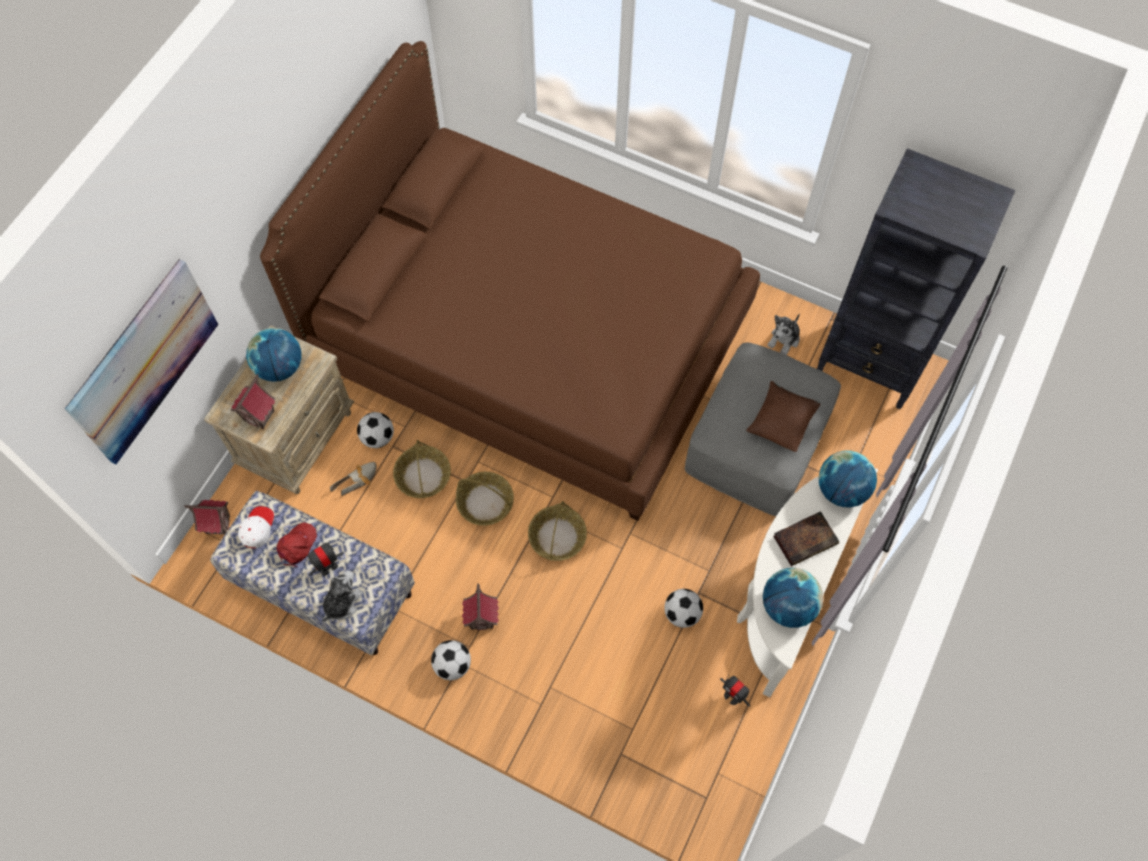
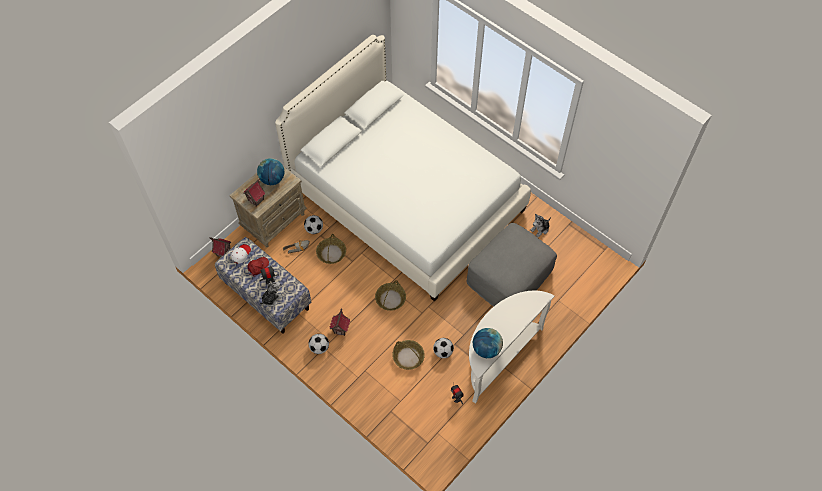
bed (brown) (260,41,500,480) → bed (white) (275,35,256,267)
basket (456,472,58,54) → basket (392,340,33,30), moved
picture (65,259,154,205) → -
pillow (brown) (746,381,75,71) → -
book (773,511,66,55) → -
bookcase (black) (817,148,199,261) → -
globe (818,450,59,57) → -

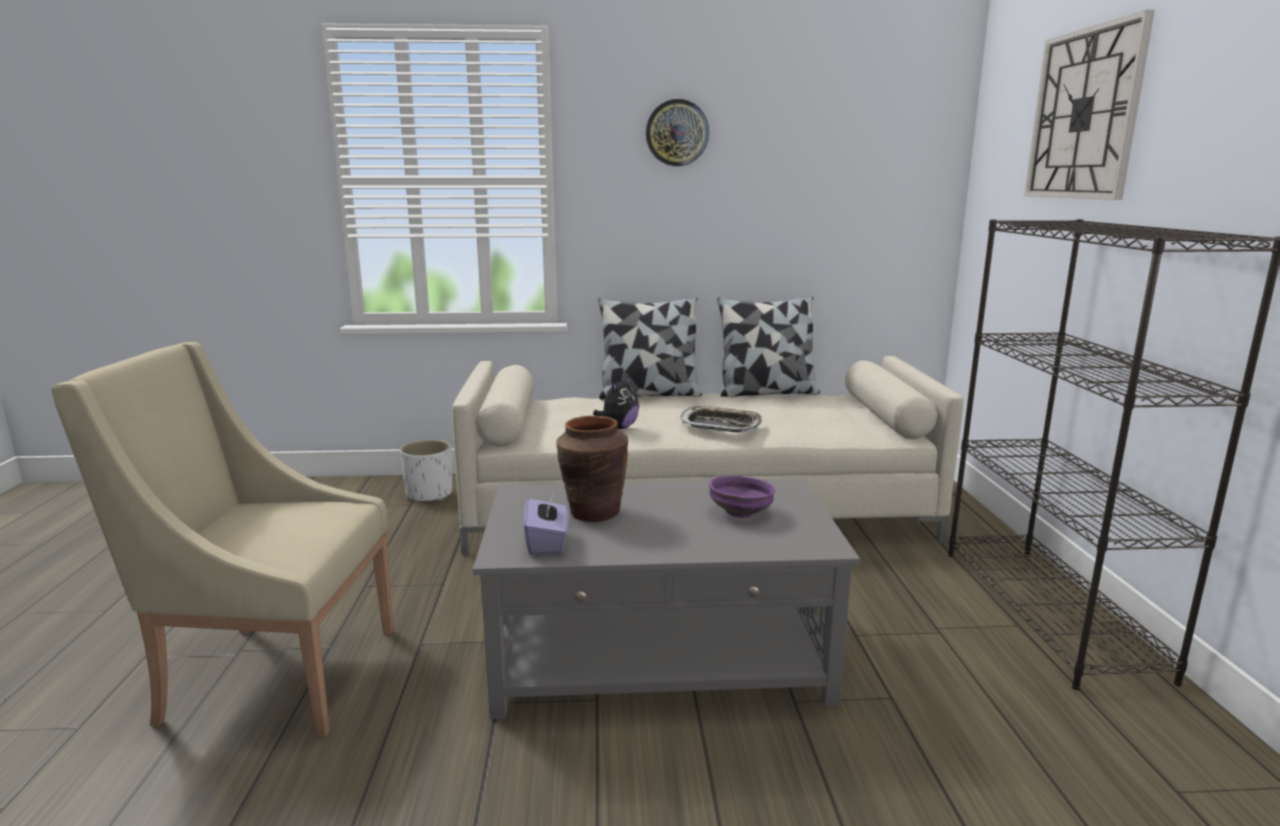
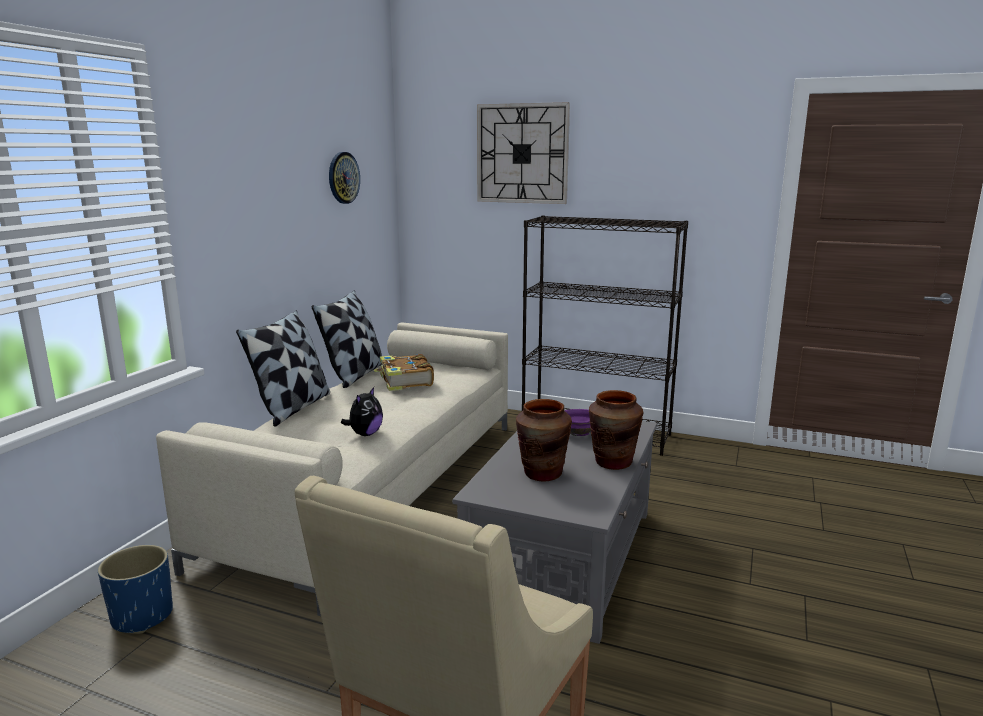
planter (white) (400,440,52,62) → planter (blue) (98,545,75,89)
wall clock (646,99,63,67) → wall clock (329,152,31,52), moved
plush toy (593,376,46,53) → plush toy (341,387,42,49), 60 degrees clockwise
- → book (374,354,60,37)
- → vase (brown) (588,390,56,80)
tissue box (purple) (523,494,46,61) → -
tray (680,406,82,26) → -

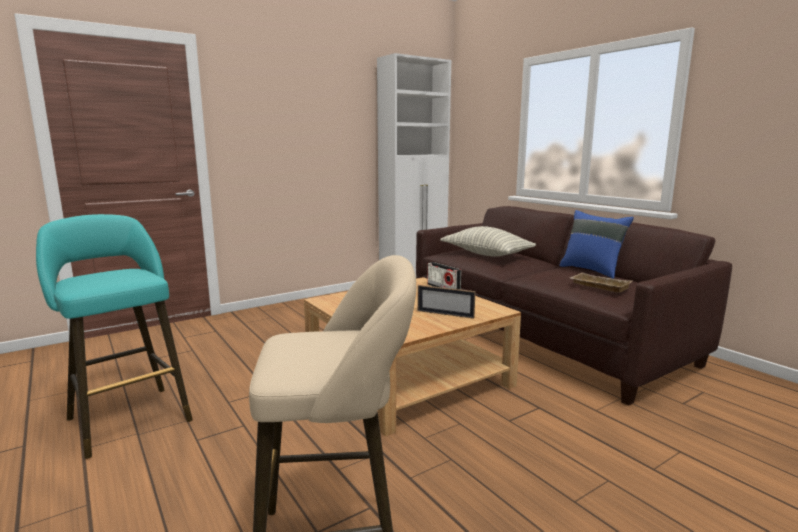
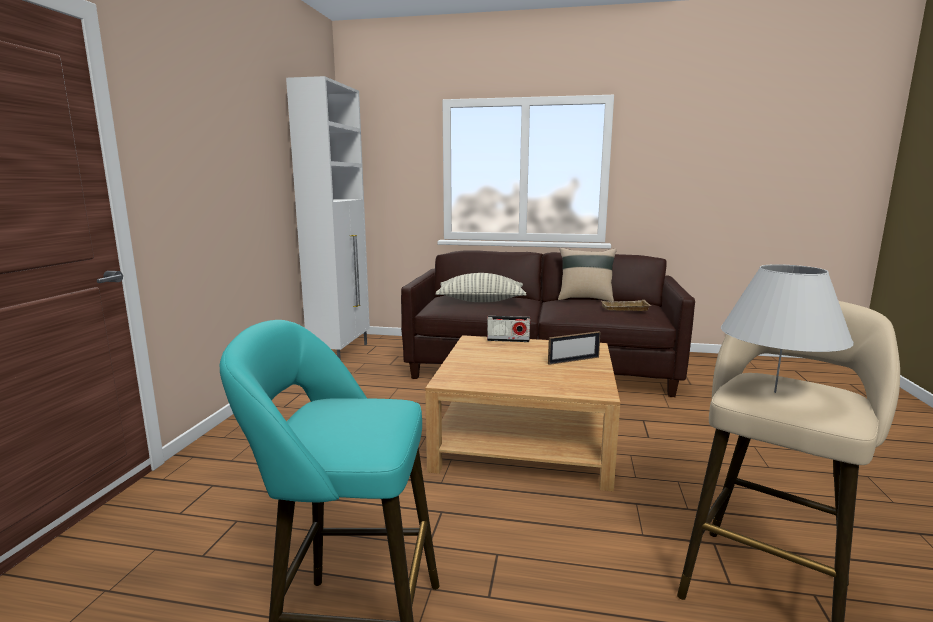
pillow (blue) (559,210,75,69) → pillow (beige) (558,248,58,54)
- → table lamp (white) (721,264,133,129)

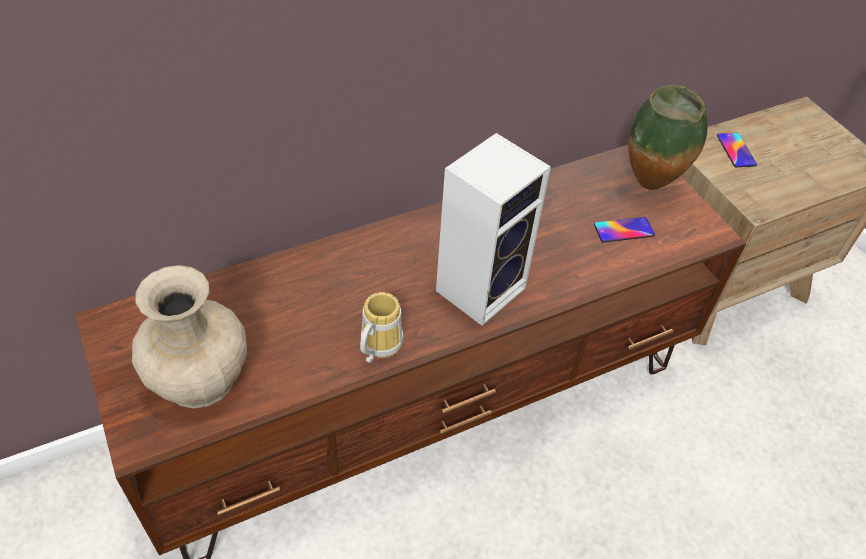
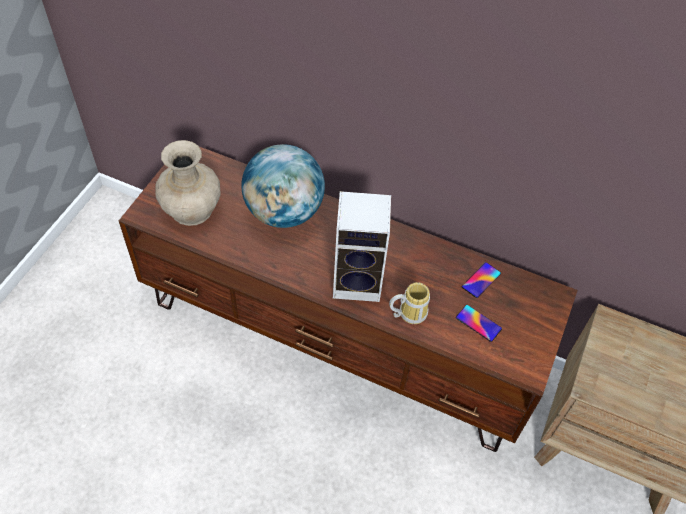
- → globe (241,144,84,84)
mug (360,292,44,71) → mug (389,282,41,42), moved
phone (717,133,40,34) → phone (462,262,39,36), moved
vase (628,85,80,105) → -

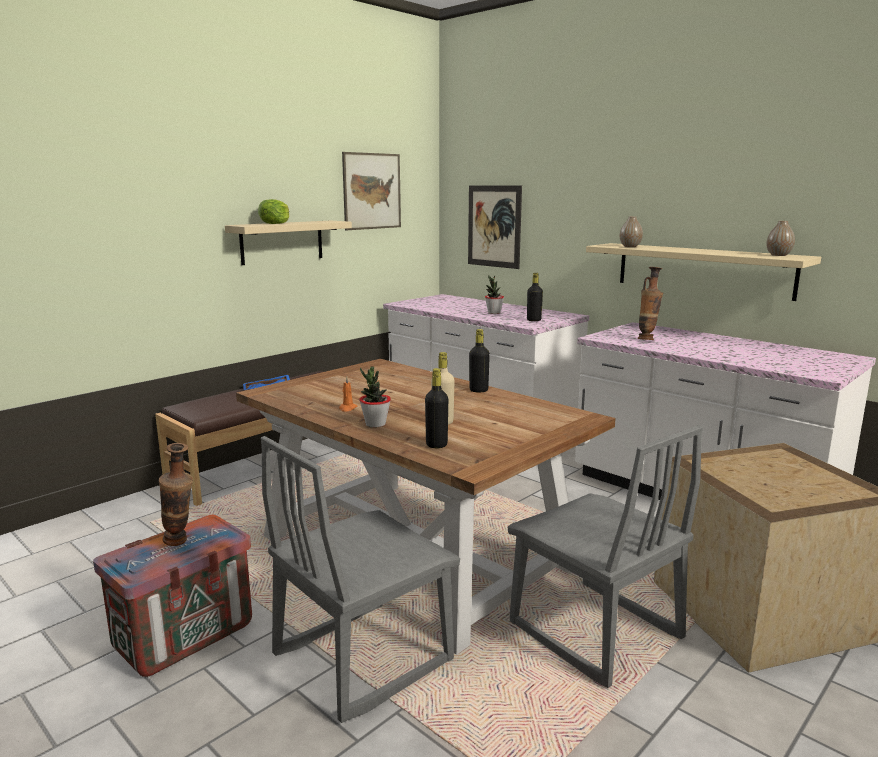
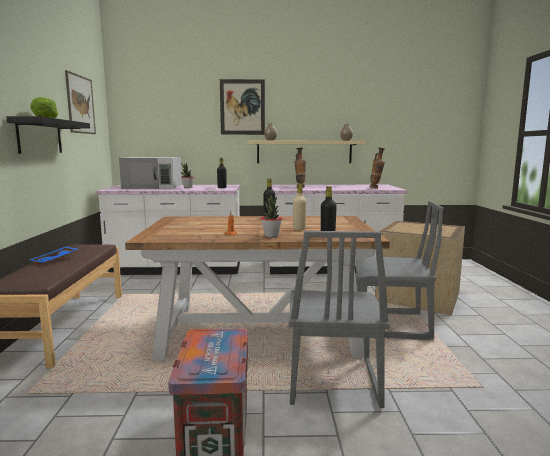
shelf (beige) (225,221,127,44) → shelf (black) (6,116,84,38)
- → microwave (white) (119,157,63,32)
picture (468,185,54,84) → picture (220,79,45,56), moved
vase (159,443,34,103) → vase (370,148,15,40), moved

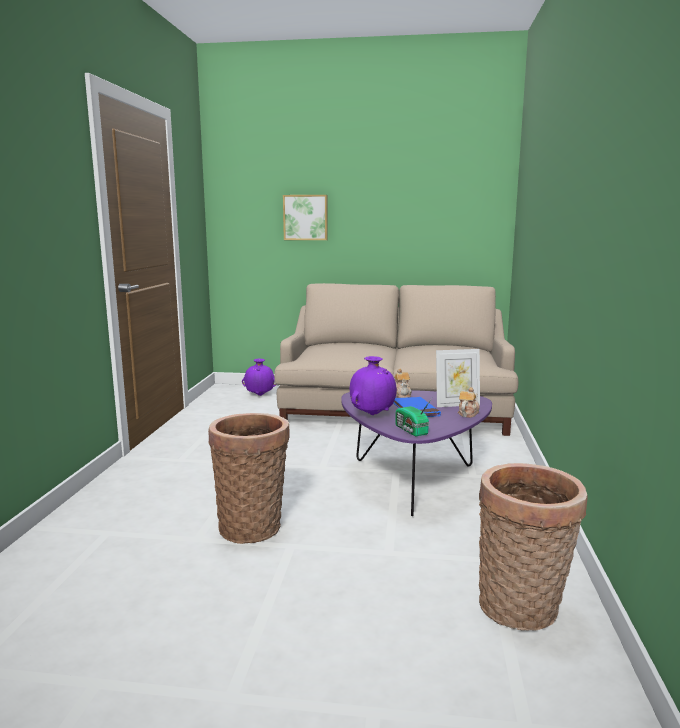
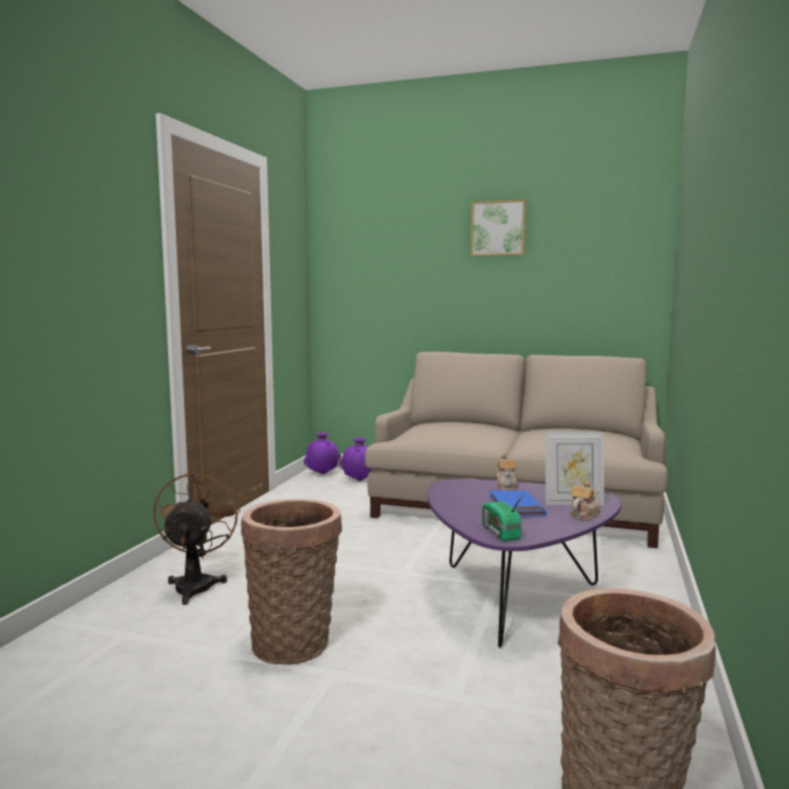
- → fan (brown) (153,471,87,134)
vase (purple) (350,356,47,59) → vase (purple) (304,433,36,41), moved
picture (283,195,45,45) → picture (471,199,55,57), moved

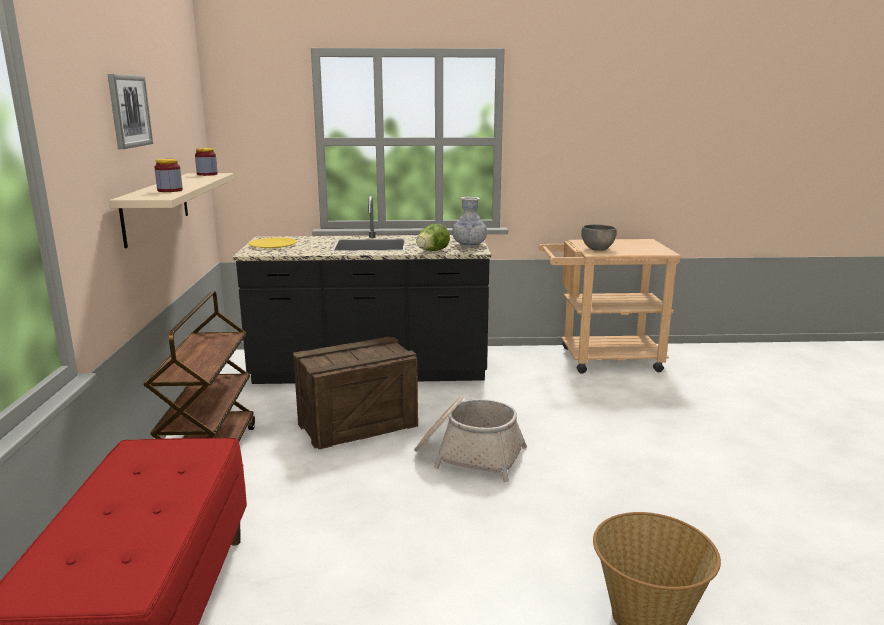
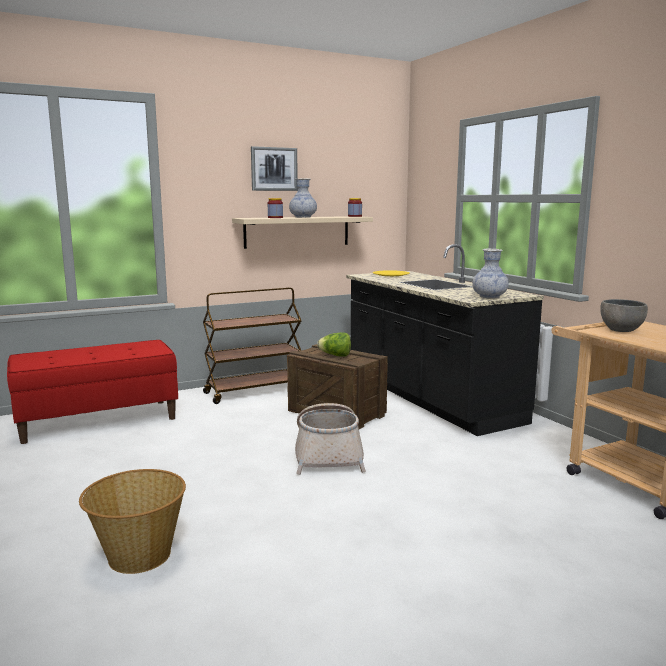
- → vase (289,179,28,39)
lettuce (416,224,34,27) → lettuce (317,332,34,24), moved

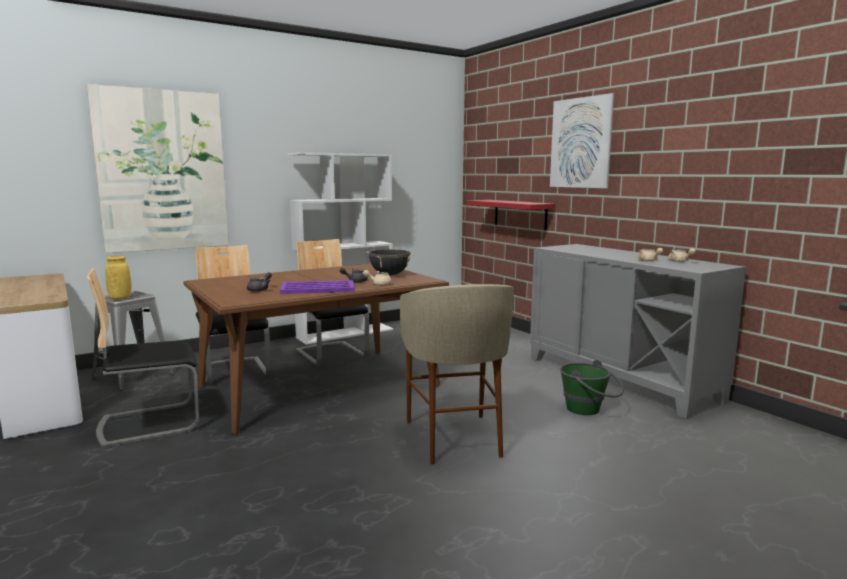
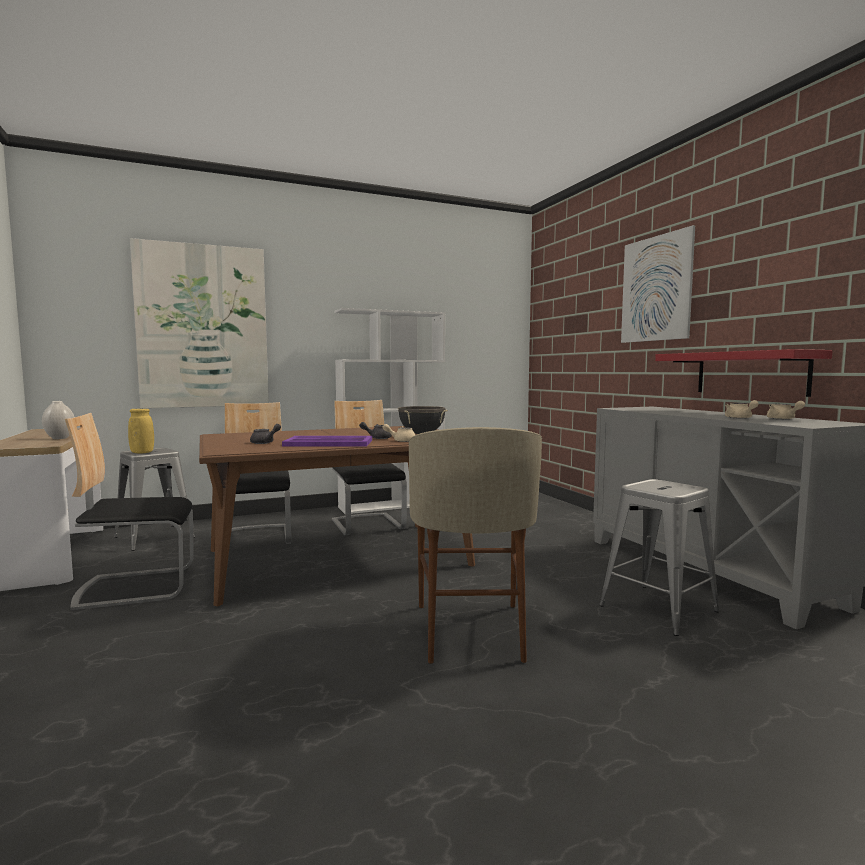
- → vase (white) (42,401,32,38)
bucket (green) (560,360,64,55) → stool (grey) (599,479,121,157)
shelf (red) (467,200,88,31) → shelf (red) (655,349,178,48), moved

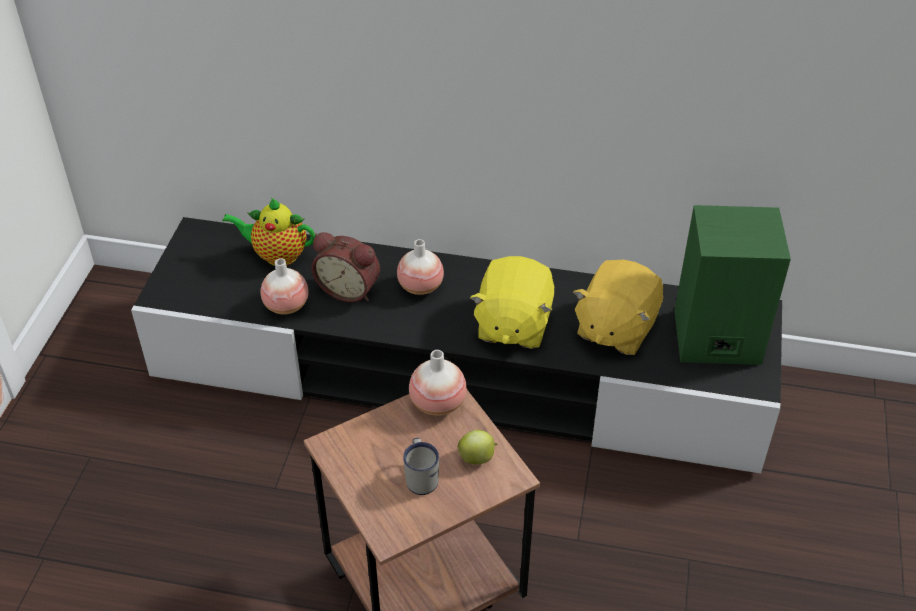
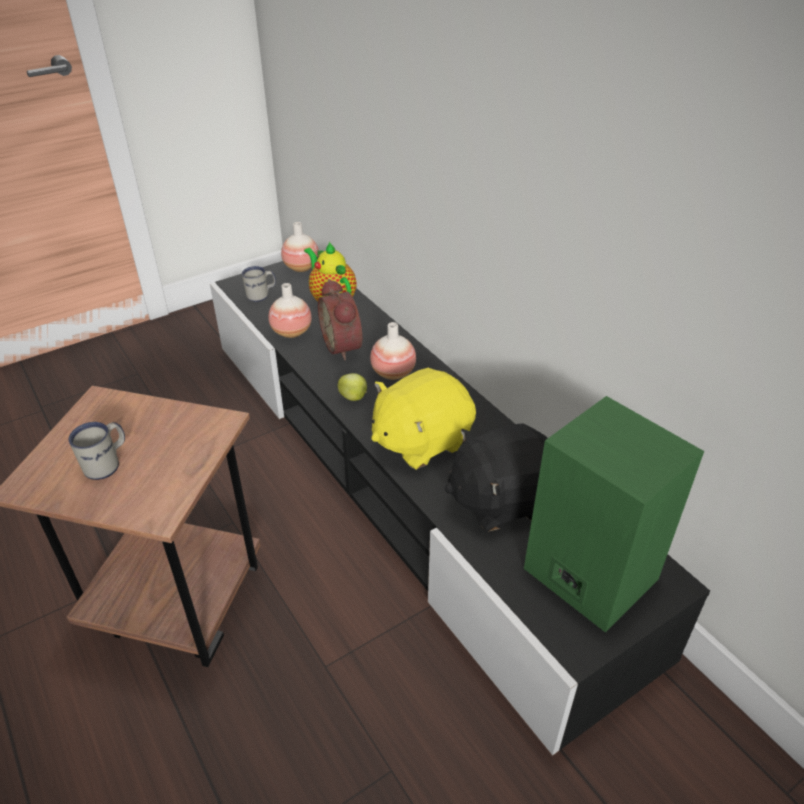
- → mug (white) (242,266,34,36)
vase (409,350,58,66) → vase (281,222,38,50), moved
apple (458,430,39,34) → apple (337,373,30,28), moved
plush toy (yellow) (573,260,90,95) → plush toy (black) (445,423,103,109)

